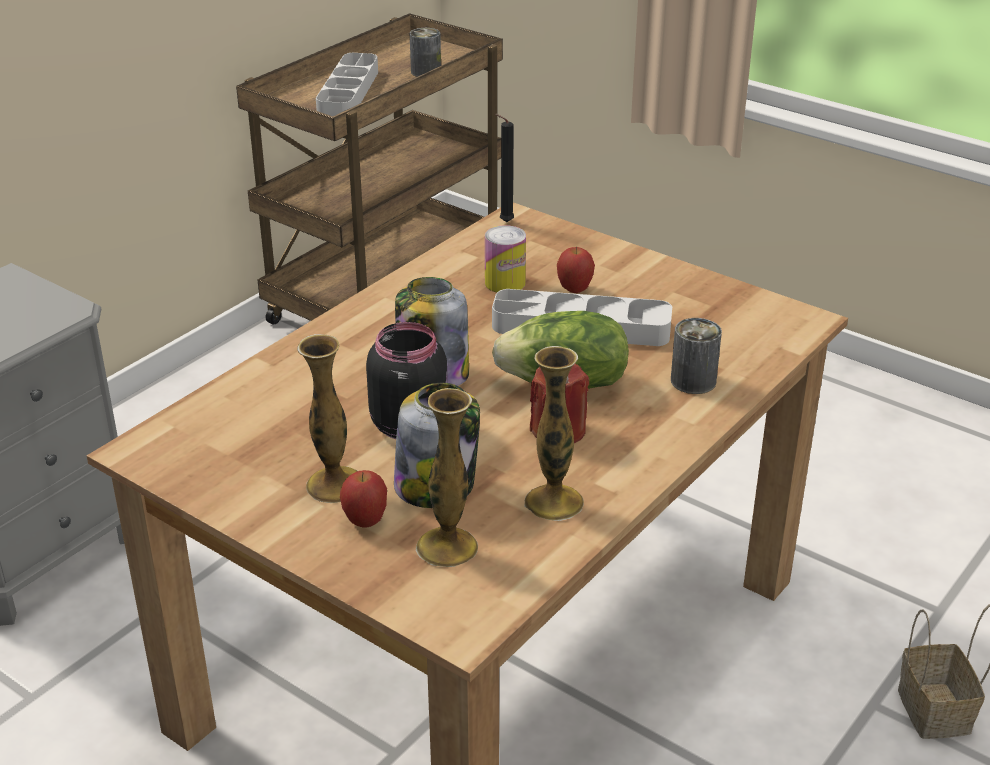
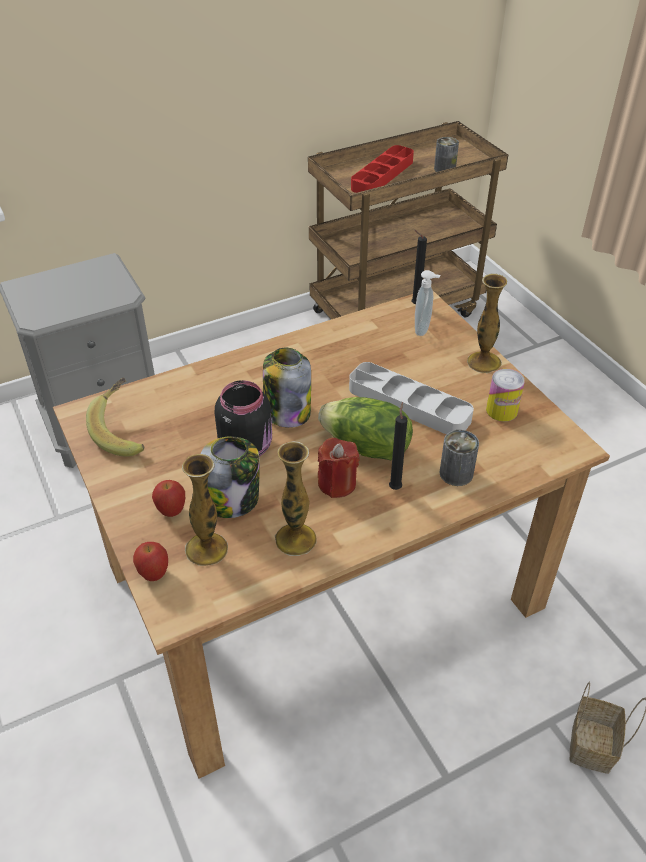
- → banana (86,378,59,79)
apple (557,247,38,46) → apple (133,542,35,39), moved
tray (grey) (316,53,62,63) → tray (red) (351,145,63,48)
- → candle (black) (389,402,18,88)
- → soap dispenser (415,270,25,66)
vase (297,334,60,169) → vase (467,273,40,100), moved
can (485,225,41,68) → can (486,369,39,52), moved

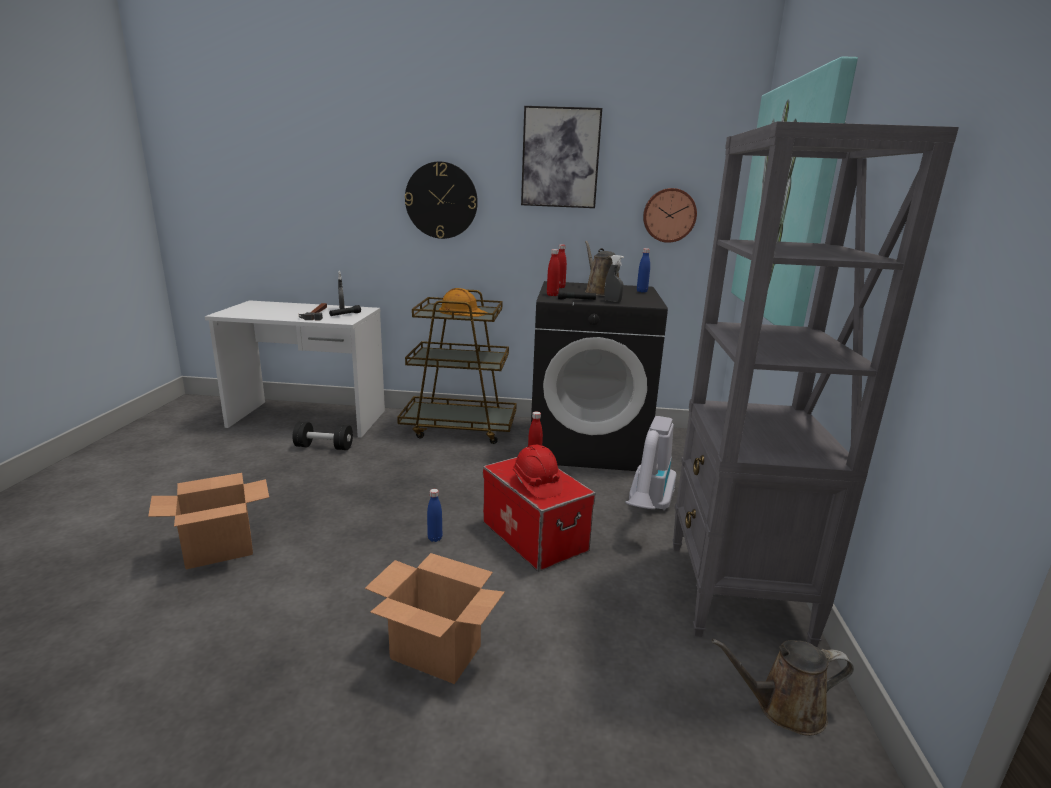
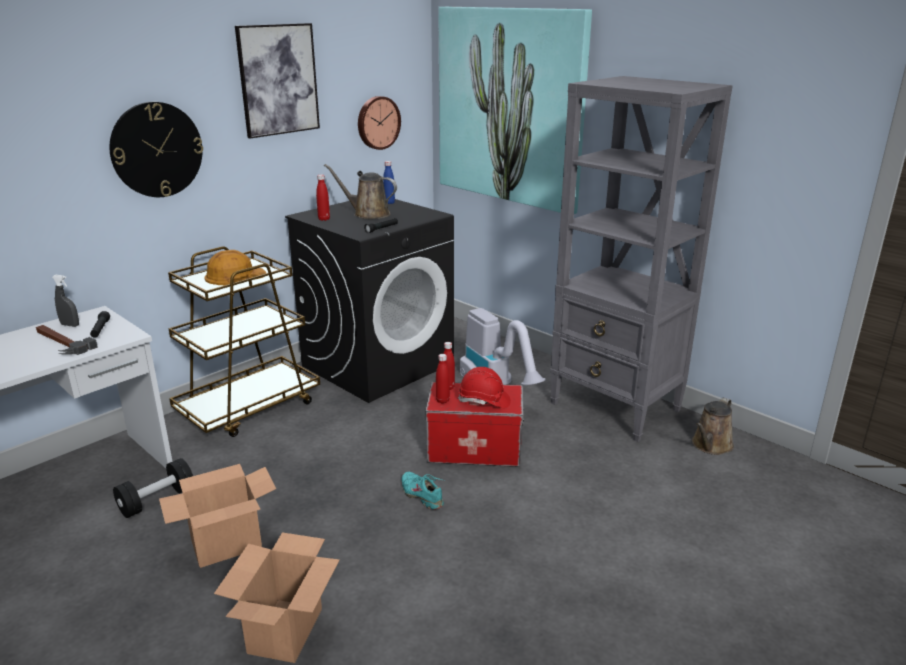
cardboard box (365,553,140,131) → cardboard box (159,464,117,104), moved
bottle (blue) (427,489,15,53) → shoe (turquoise) (401,472,45,38)
bottle (red) (547,249,13,47) → bottle (red) (436,354,14,49), moved
spray bottle (grey) (605,255,19,47) → -

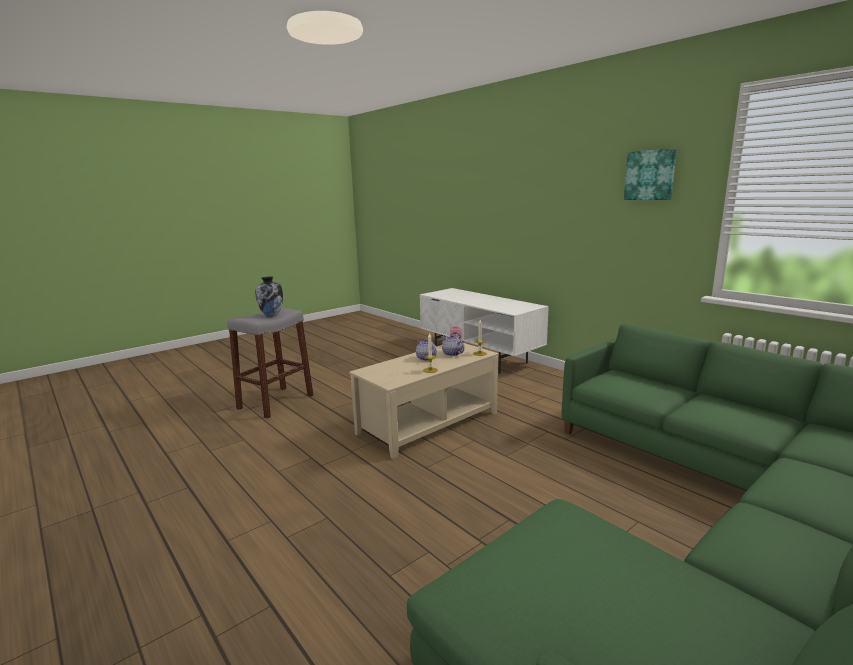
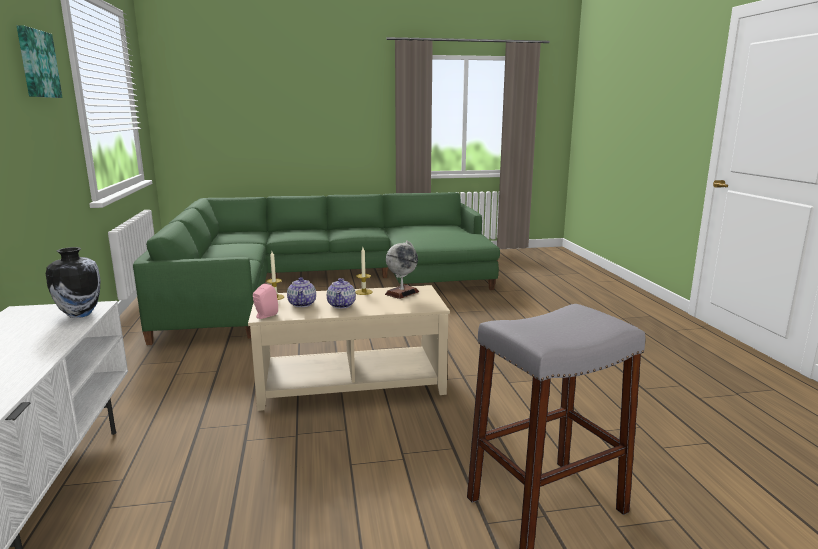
vase (255,277,28,40) → vase (46,247,55,71), moved
- → globe (385,241,34,58)

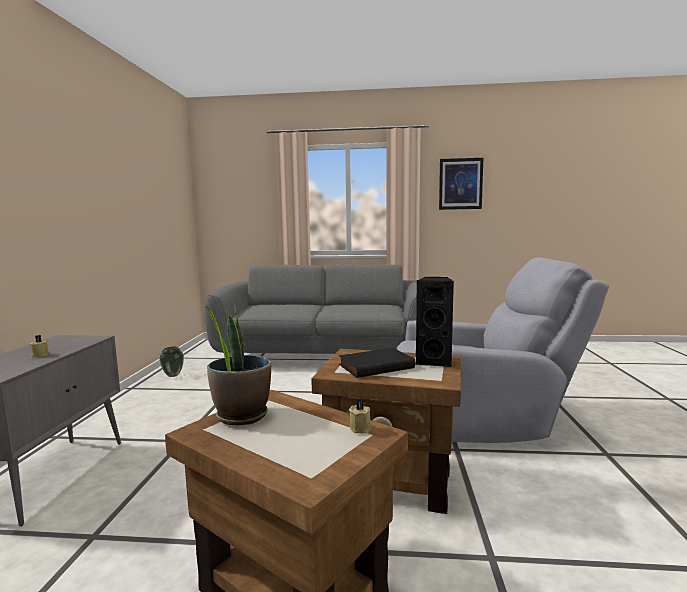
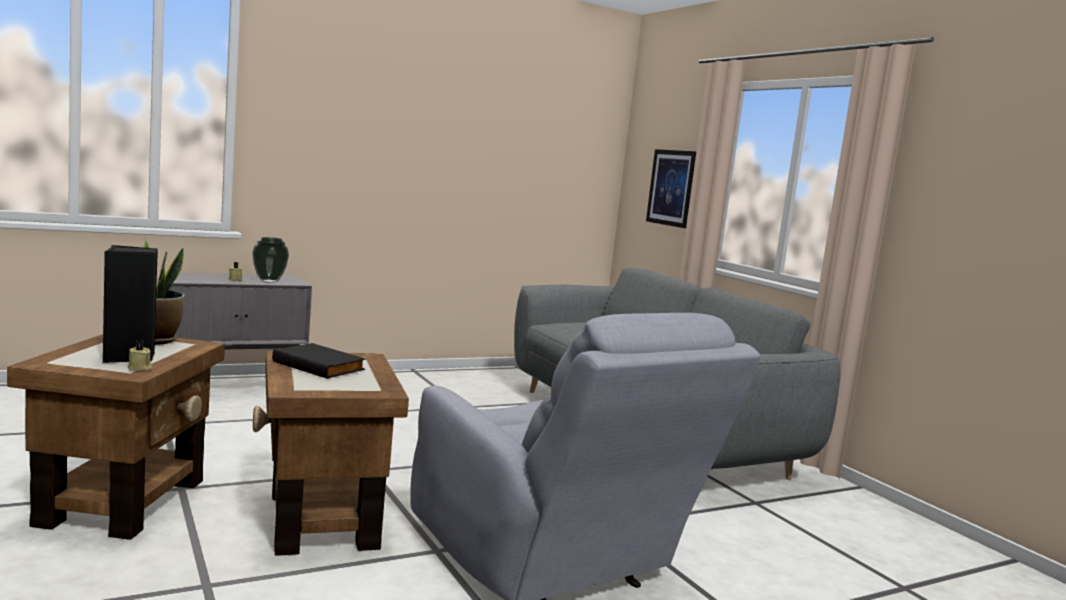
speaker (black) (415,277,39,90) → speaker (black) (103,245,55,118), moved
vase (160,347,24,30) → vase (252,237,37,46), moved
picture (439,158,44,52) → picture (646,149,50,79), moved

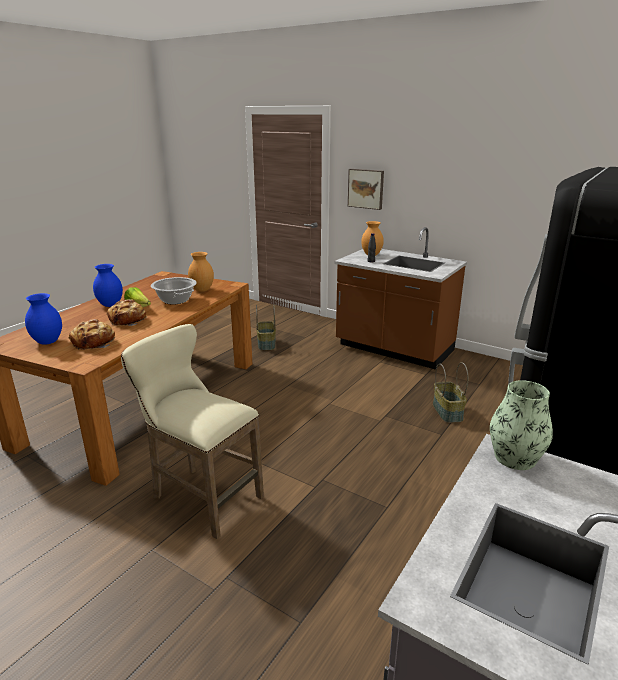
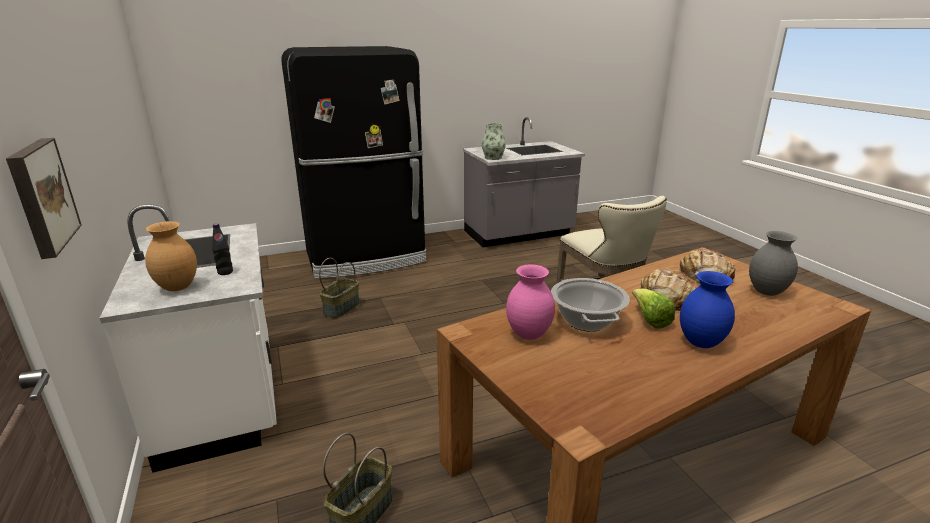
counter (brown) (334,227,133,142) → counter (white) (100,204,177,269)
vase (brown) (188,252,26,40) → vase (pink) (506,264,49,76)
vase (blue) (25,293,37,52) → vase (grey) (749,231,49,65)

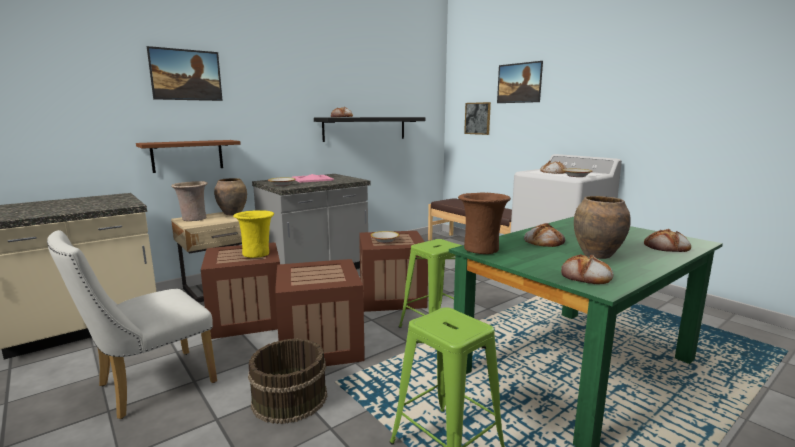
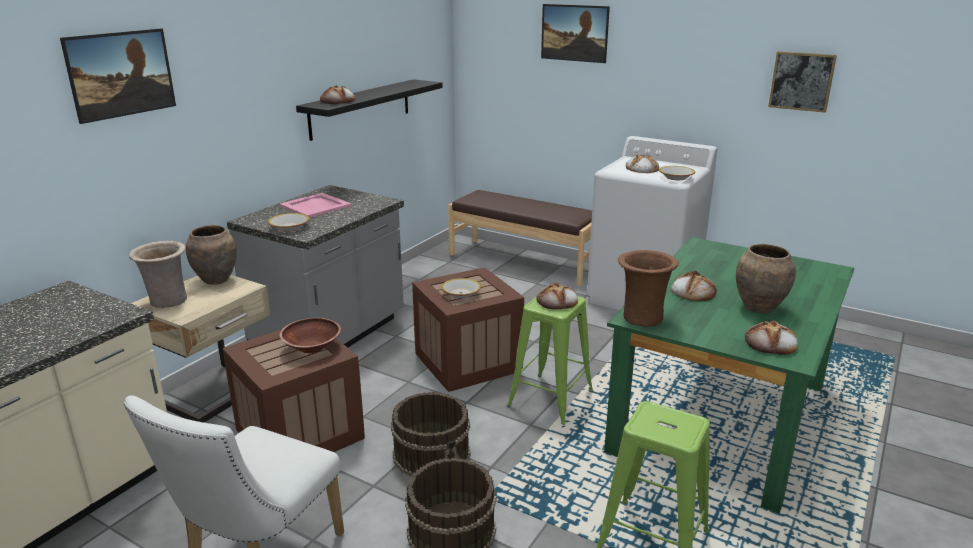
vase (yellow) (233,210,41,48) → bowl (brown) (279,318,62,35)
crate (275,259,89,107) → bucket (brown) (391,392,80,85)
bread (644,229,47,23) → bread (536,282,42,28), moved
picture (464,102,27,33) → picture (768,52,69,61), moved
shelf (brown) (136,140,105,33) → -

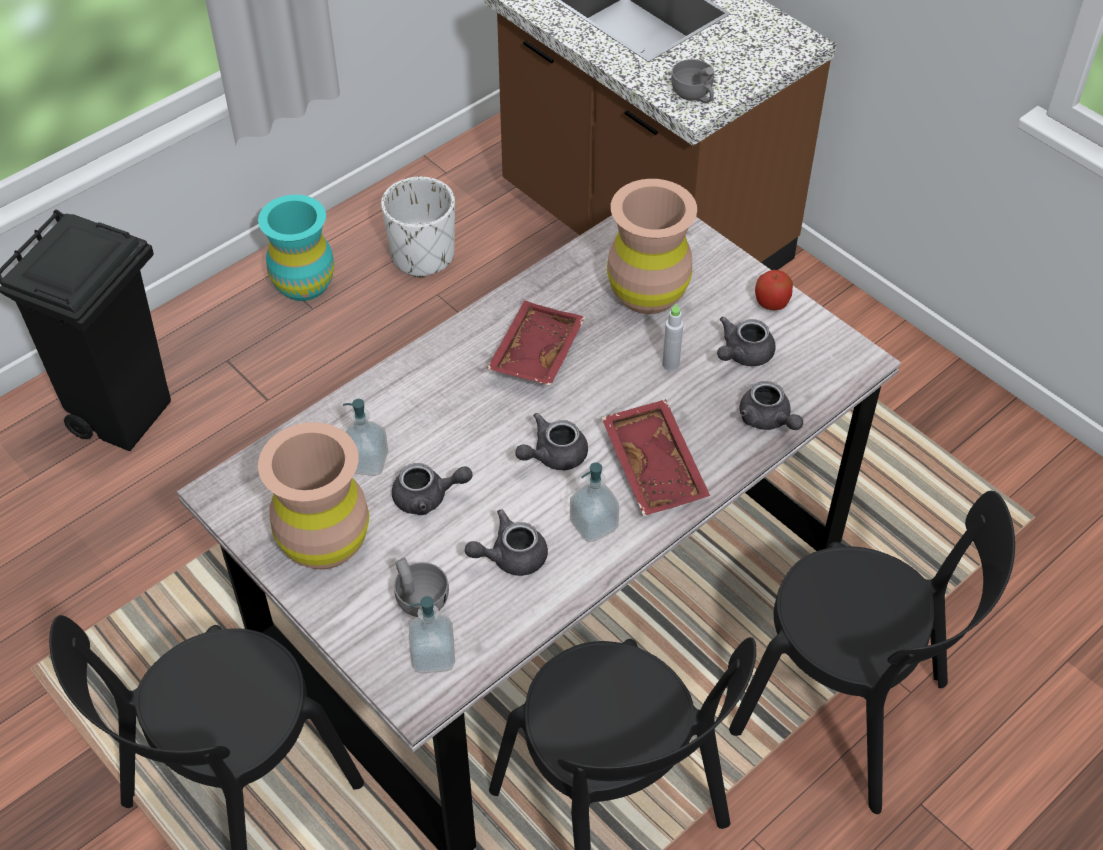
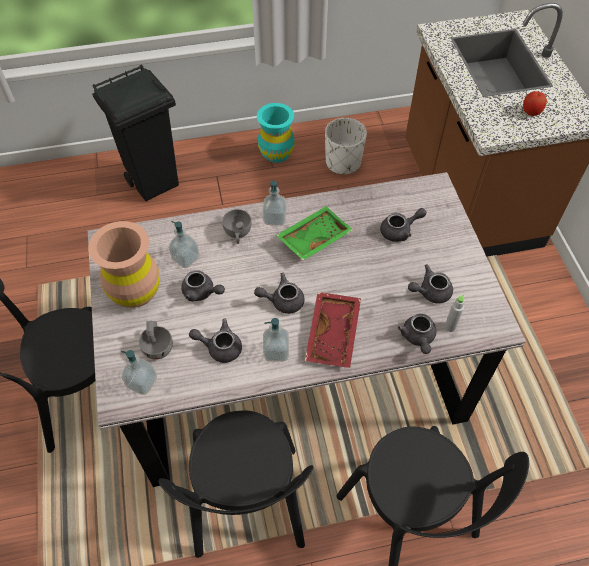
cup (grey) (671,59,43,44) → cup (grey) (222,209,30,35), moved
- → soap dispenser (263,181,23,45)
tray (red) (487,300,98,86) → tray (green) (276,206,77,54)
vase (brown) (607,179,90,135) → teapot (grey) (380,208,46,34)
bottle (grey) (662,304,21,67) → bottle (grey) (445,295,19,37), moved
apple (755,270,38,40) → apple (523,91,24,25), moved

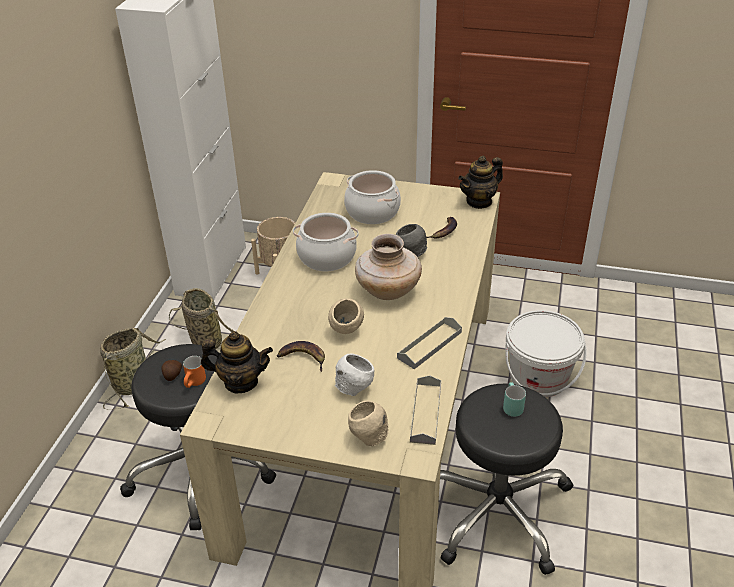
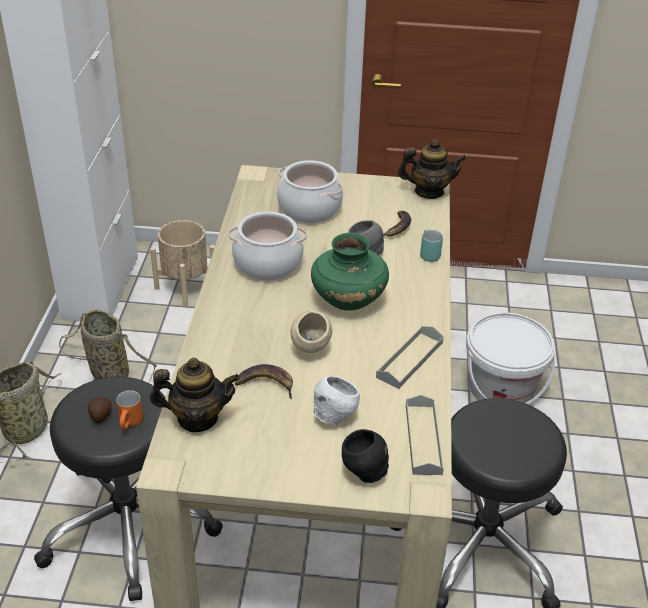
vase (beige) (355,234,67,66) → vase (green) (311,233,78,77)
bowl (beige) (348,400,41,47) → bowl (black) (342,429,47,54)
teapot (458,156,45,53) → teapot (398,139,68,60), 135 degrees counterclockwise
mug (turquoise) (503,382,23,35) → mug (turquoise) (420,229,23,33), moved

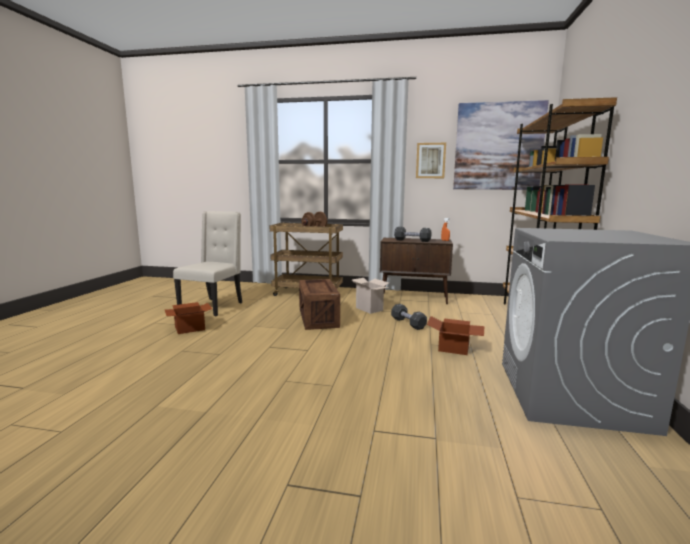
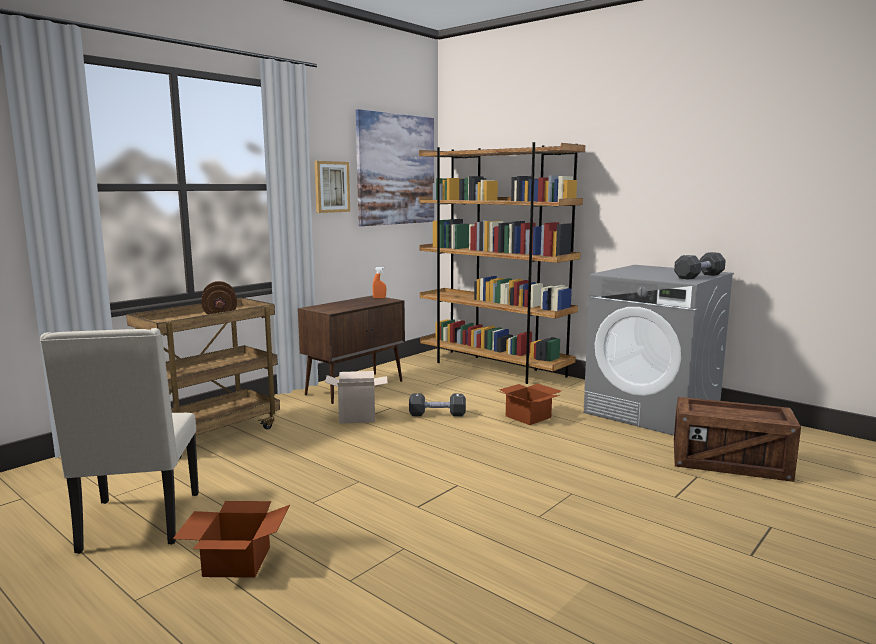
chair (beige) (173,211,69,106) → chair (beige) (40,328,159,226), 150 degrees counterclockwise
dumbbell (black) (394,227,37,15) → dumbbell (black) (674,252,52,28), moved
crate (299,279,41,51) → crate (674,397,127,85), moved

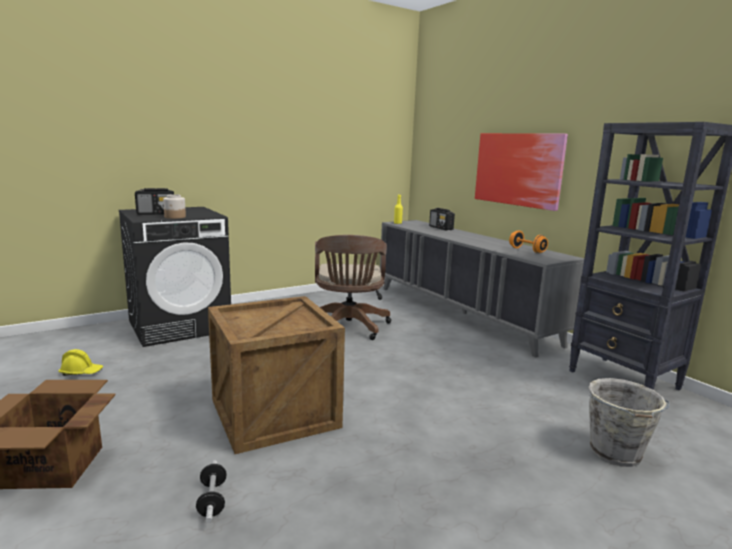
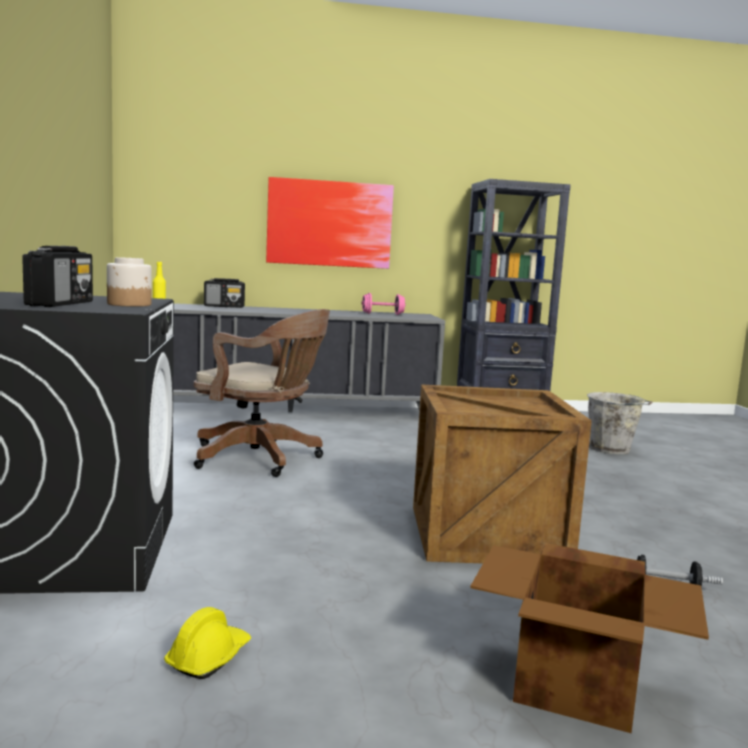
dumbbell (orange) (509,230,39,23) → dumbbell (pink) (361,293,44,22)

